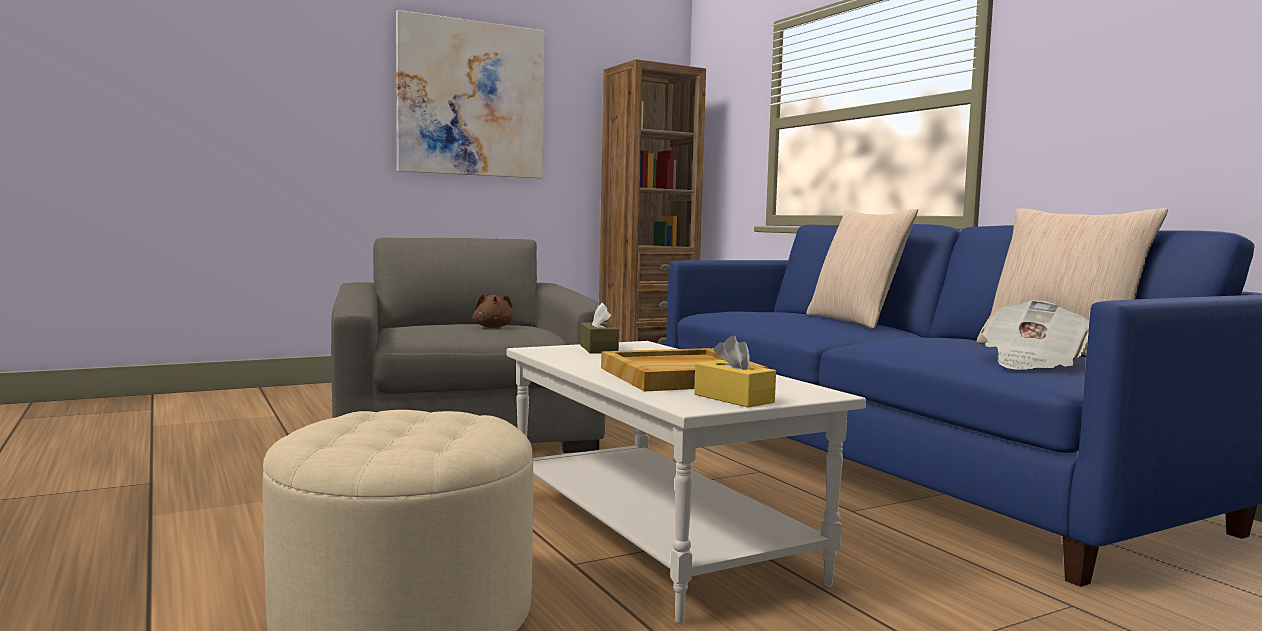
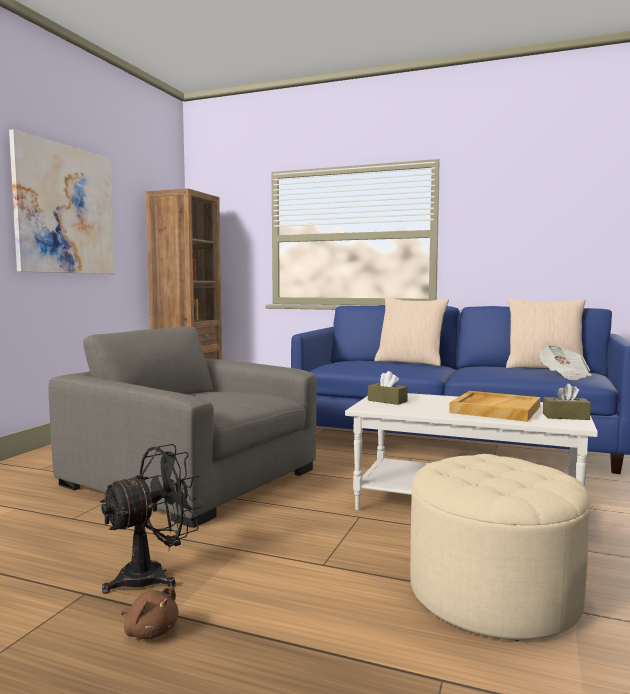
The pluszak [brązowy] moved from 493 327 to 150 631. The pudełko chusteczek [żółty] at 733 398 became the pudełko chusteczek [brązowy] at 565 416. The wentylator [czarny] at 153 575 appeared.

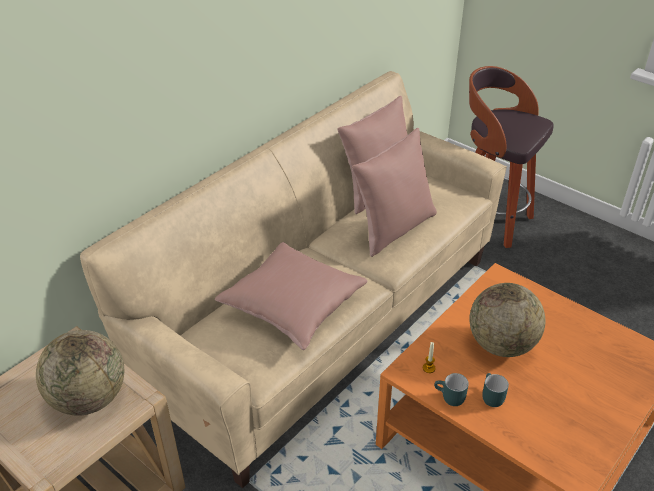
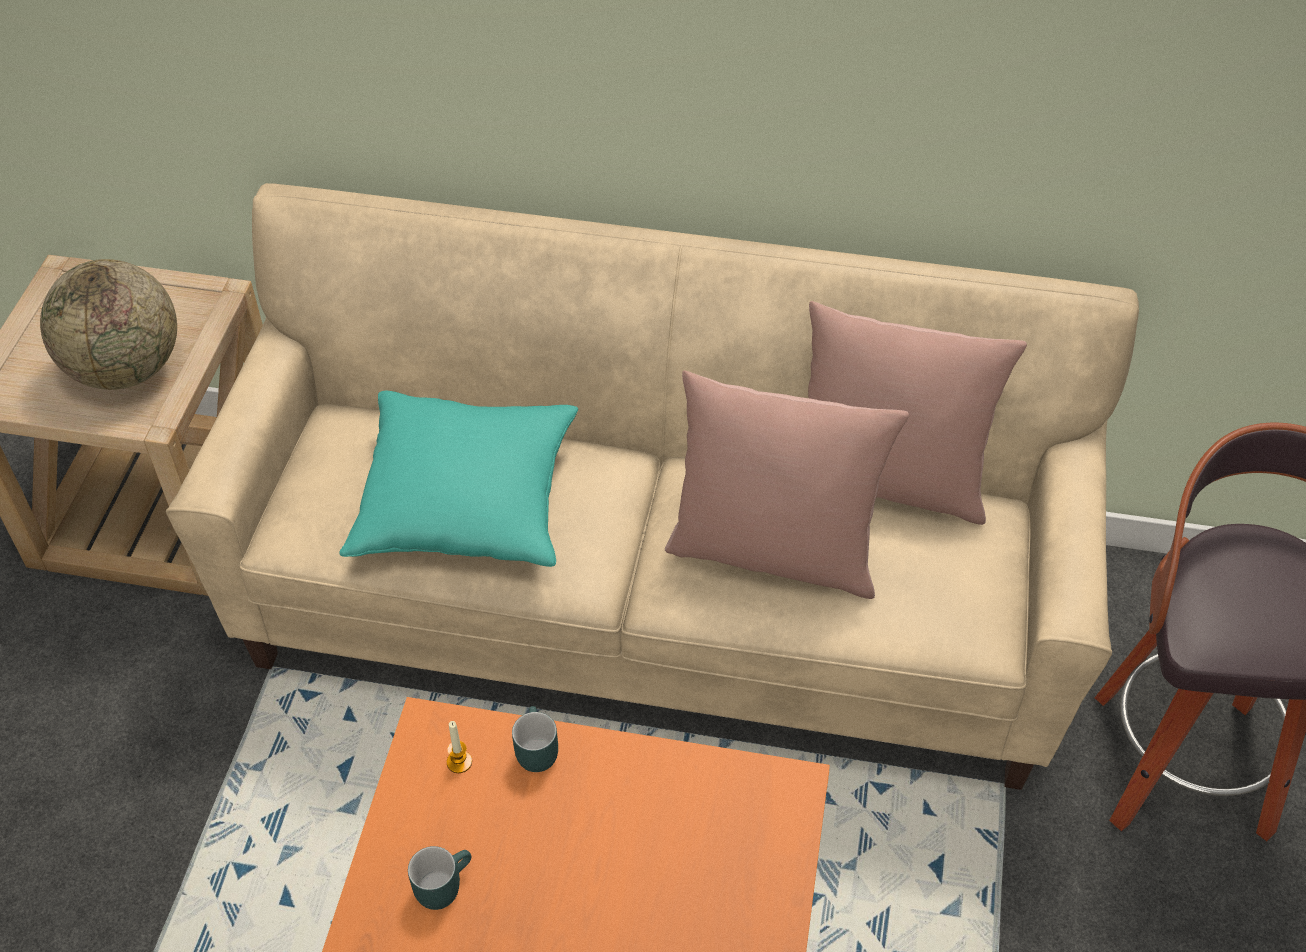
The poduszka [różowy] at 292 305 became the poduszka [turkusowy] at 466 500. The globus at 501 344 disappeared. The kubek [turkusowy] moved from 449 398 to 533 749.

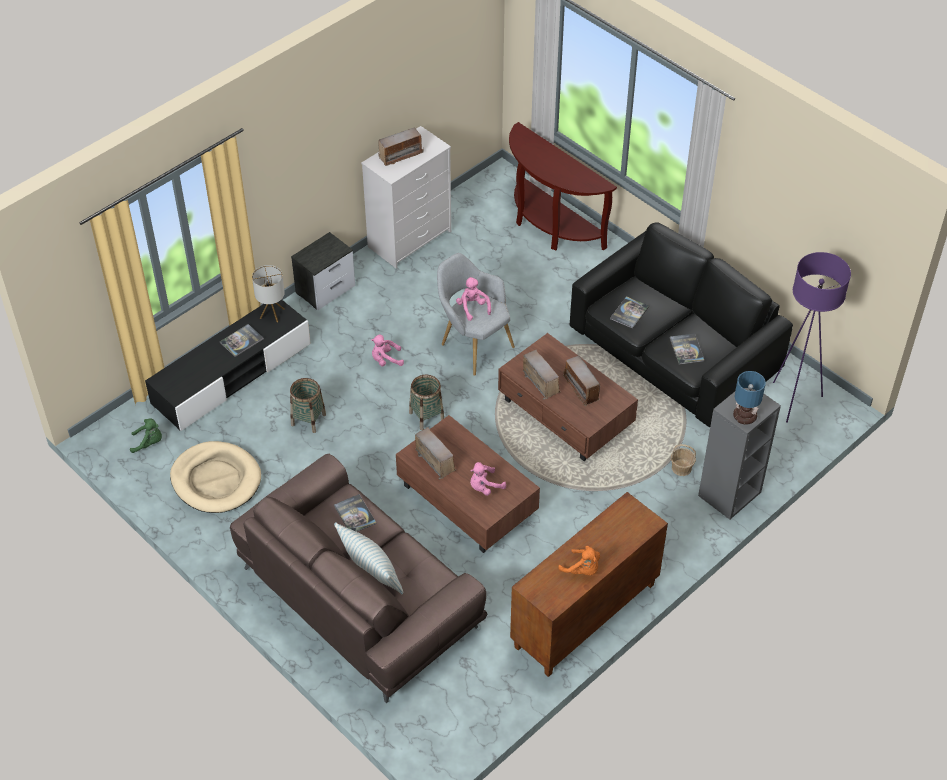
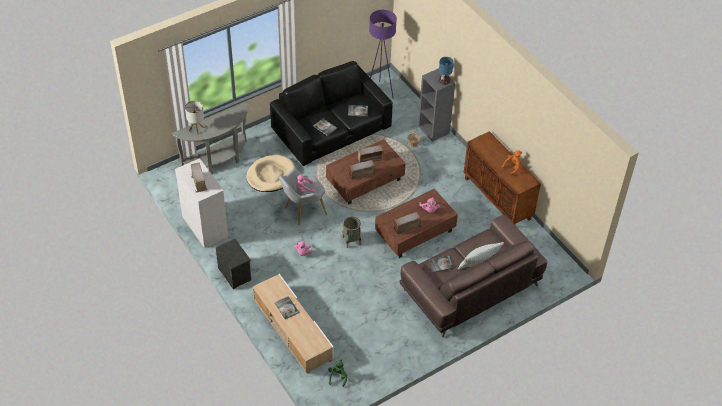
The stolik konsolowy [brązowy] at 550 226 became the stolik konsolowy [szary] at 218 160. The lampa stołowa moved from 272 313 to 196 129. The szafka pod telewizor [czarny] at 232 374 became the szafka pod telewizor [beżowy] at 292 329. The koszyk at 308 419 disappeared. The legowisko [beżowy] moved from 216 480 to 271 175.

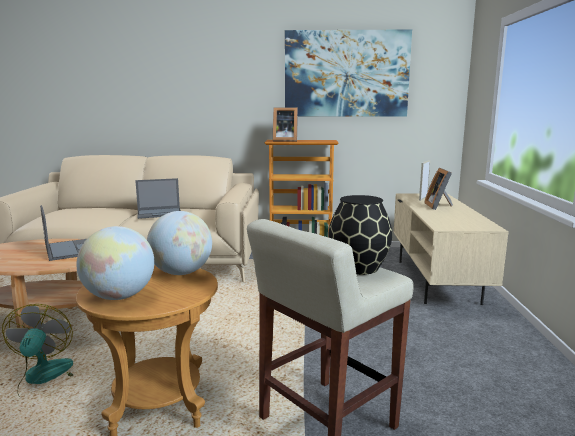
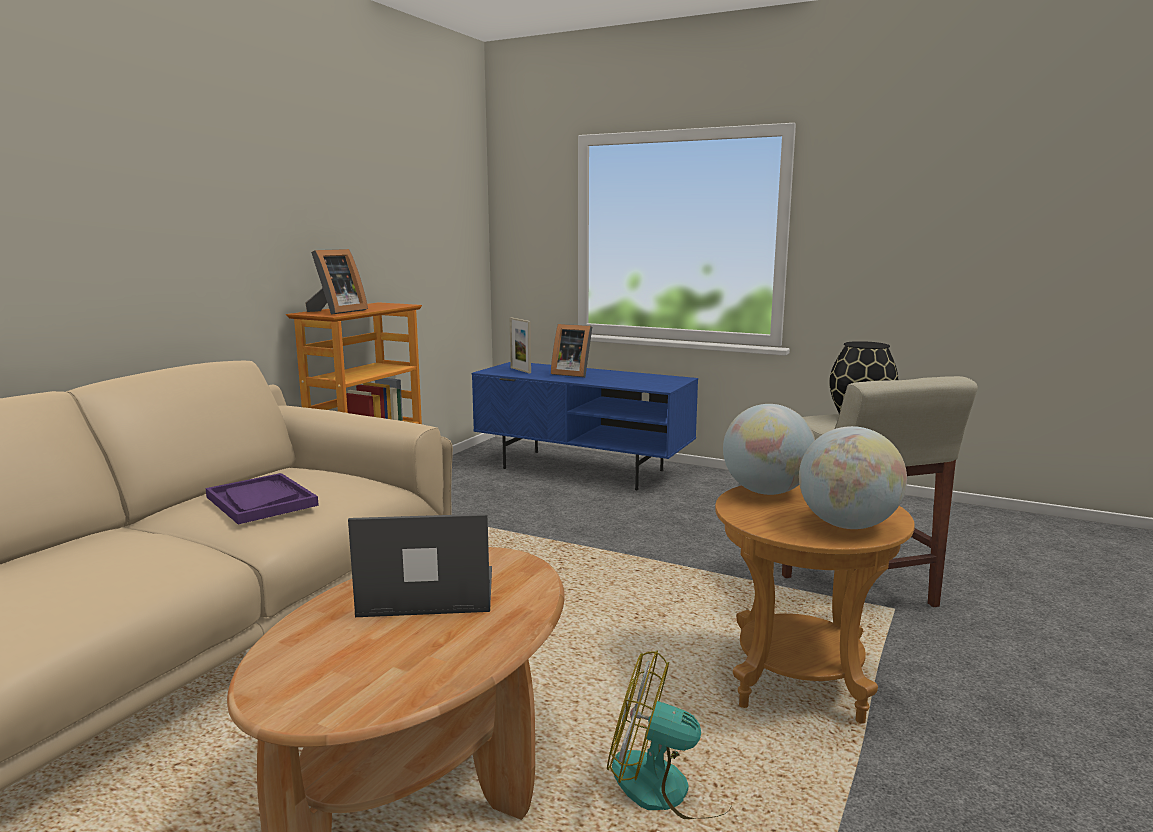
The obraz at 346 74 disappeared. The laptop at 160 213 was replaced by the taca [fioletowy] at 261 501. The szafka pod telewizor [beżowy] at 437 281 became the szafka pod telewizor [niebieski] at 584 469.

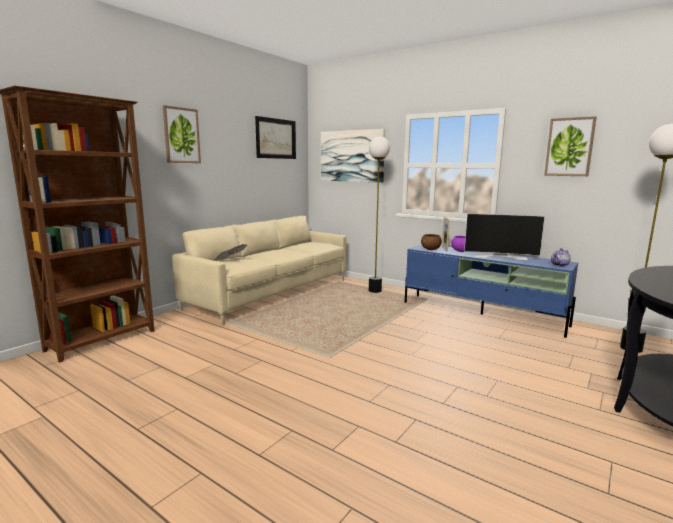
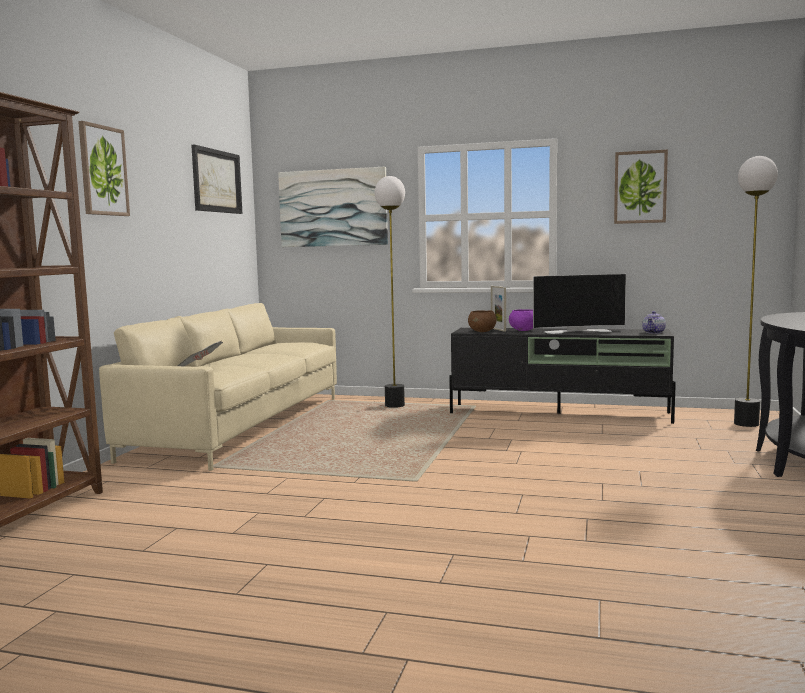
The szafka pod telewizor [niebieski] at 482 314 became the szafka pod telewizor [czarny] at 560 413.

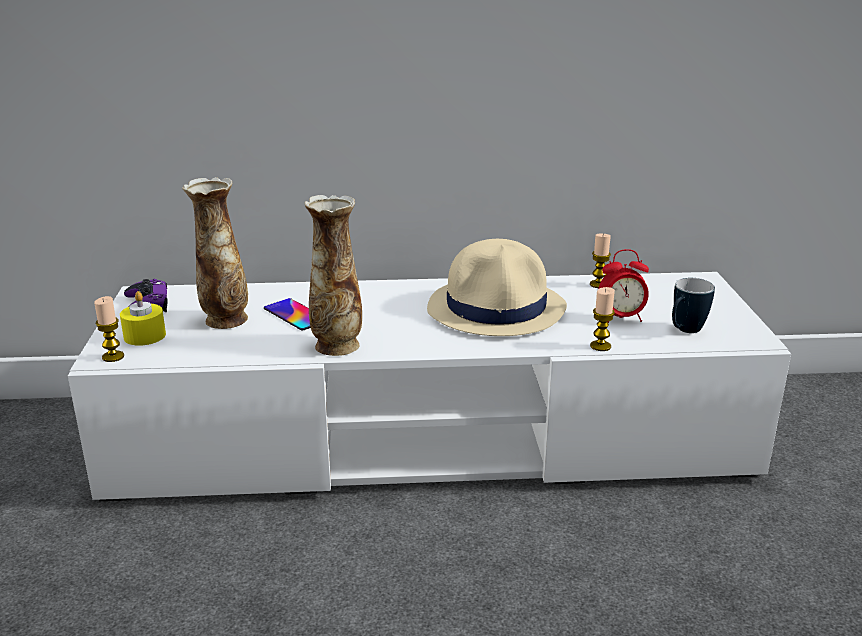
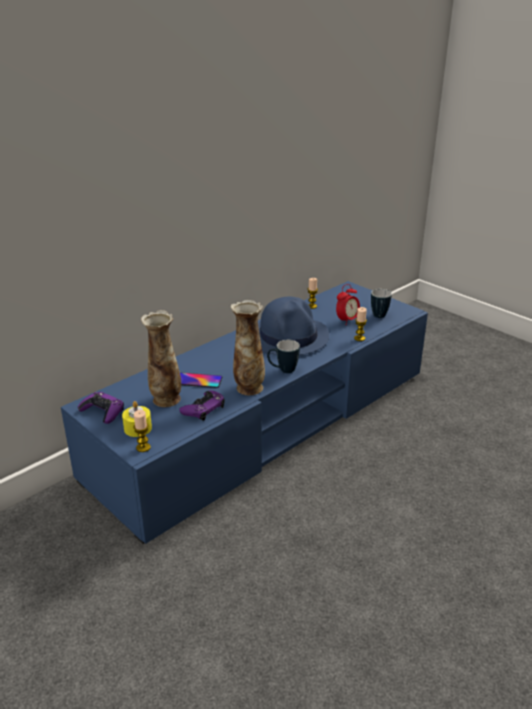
The kapelusz [beżowy] at 497 309 became the kapelusz [niebieski] at 289 337. The szafka pod telewizor [biały] at 431 439 became the szafka pod telewizor [niebieski] at 266 423. The kubek at 283 370 appeared. The pad do gier [fioletowy] at 203 409 appeared.

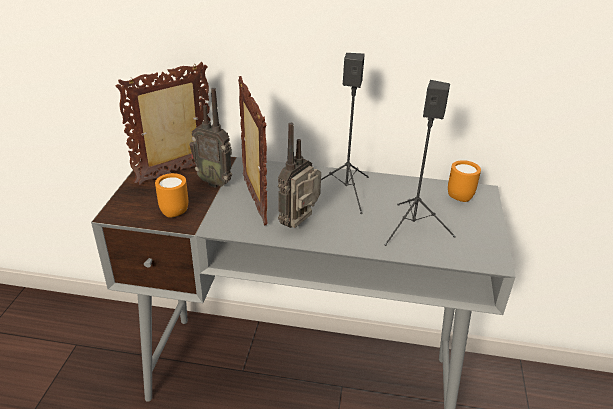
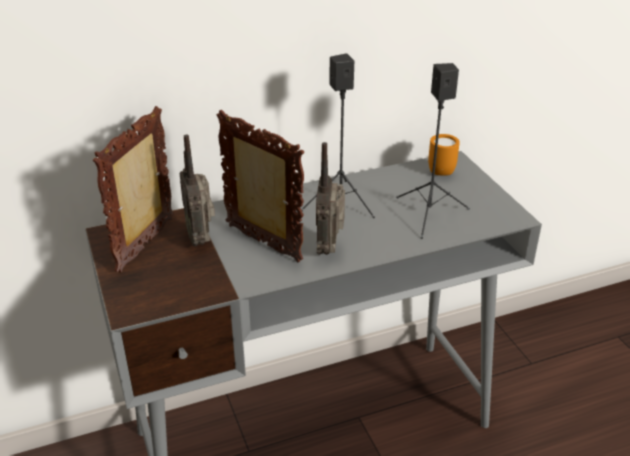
The radio at 215 181 turned 75 degrees clockwise. The kubek [pomarańczowy] at 172 210 disappeared.

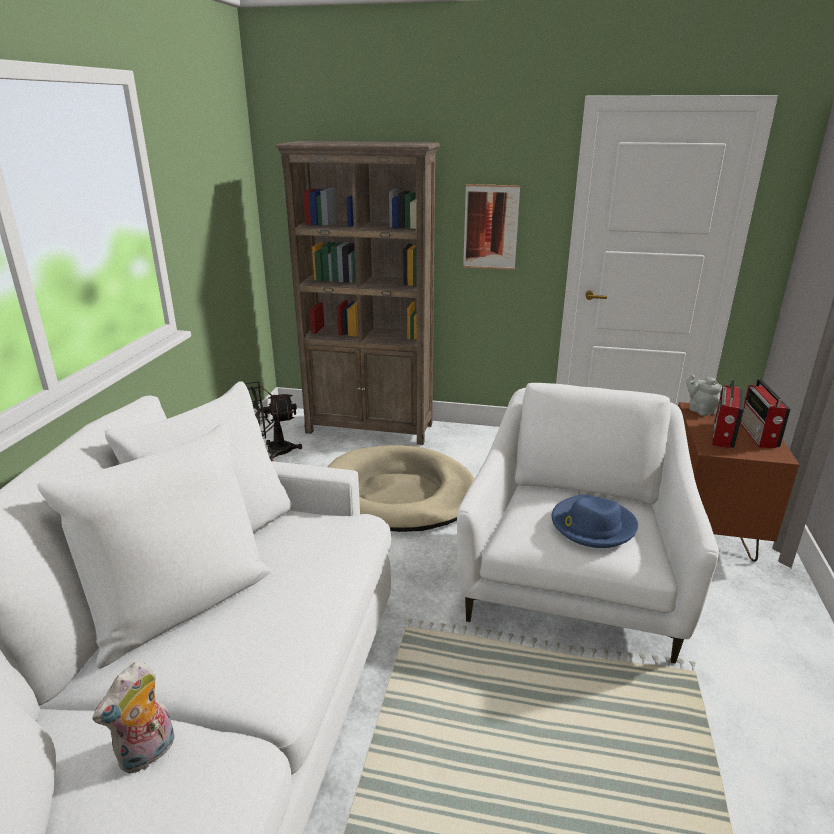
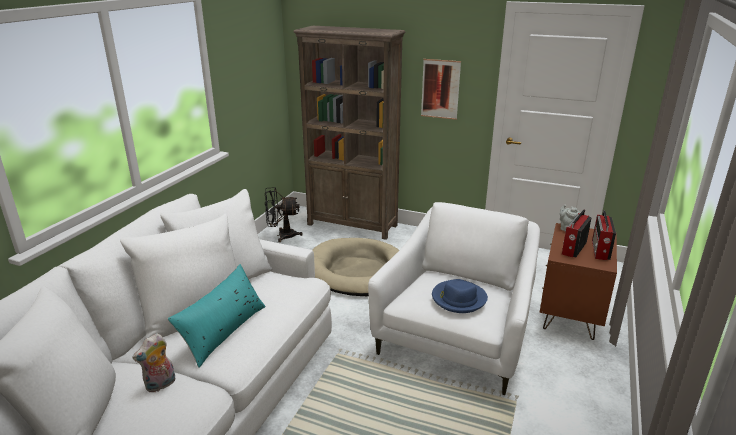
The poduszka [turkusowy] at 223 331 appeared.

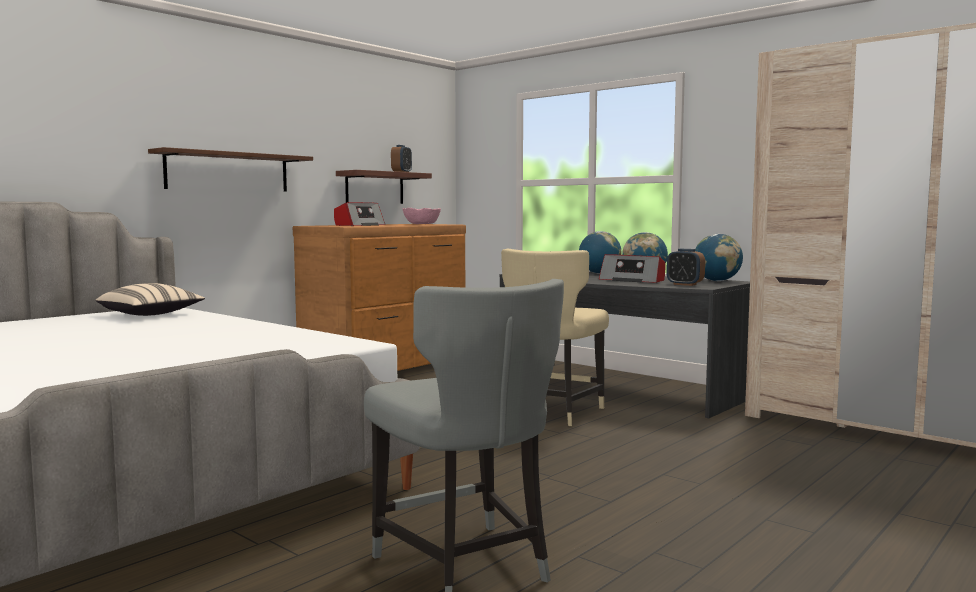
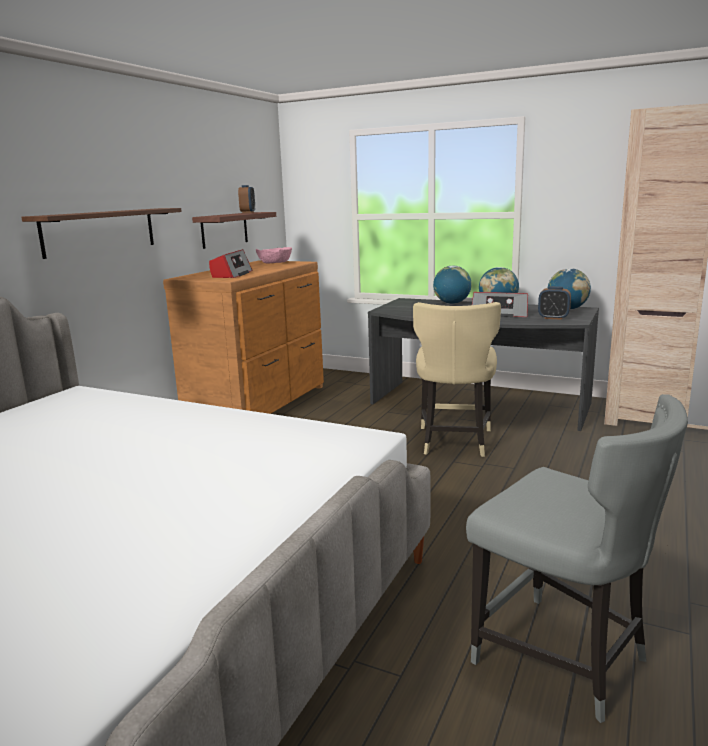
The poduszka [beżowy] at 151 315 disappeared.

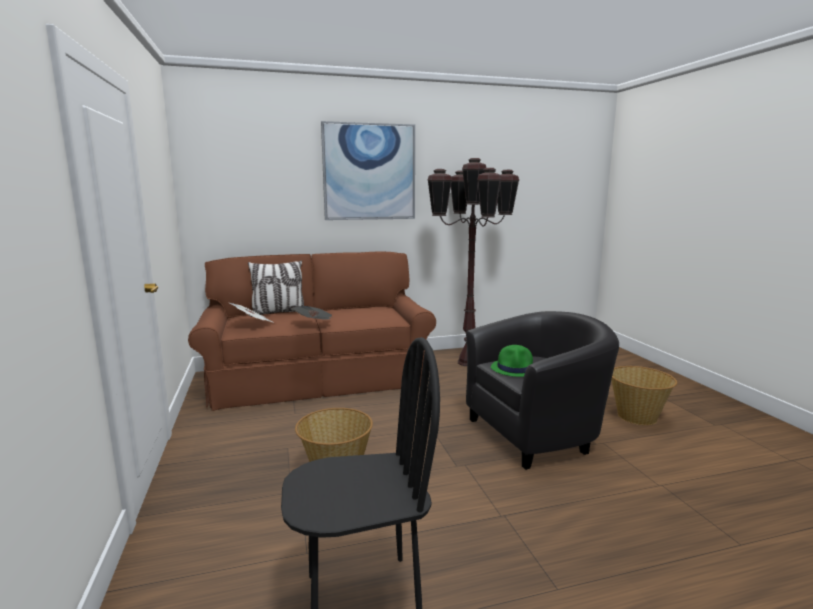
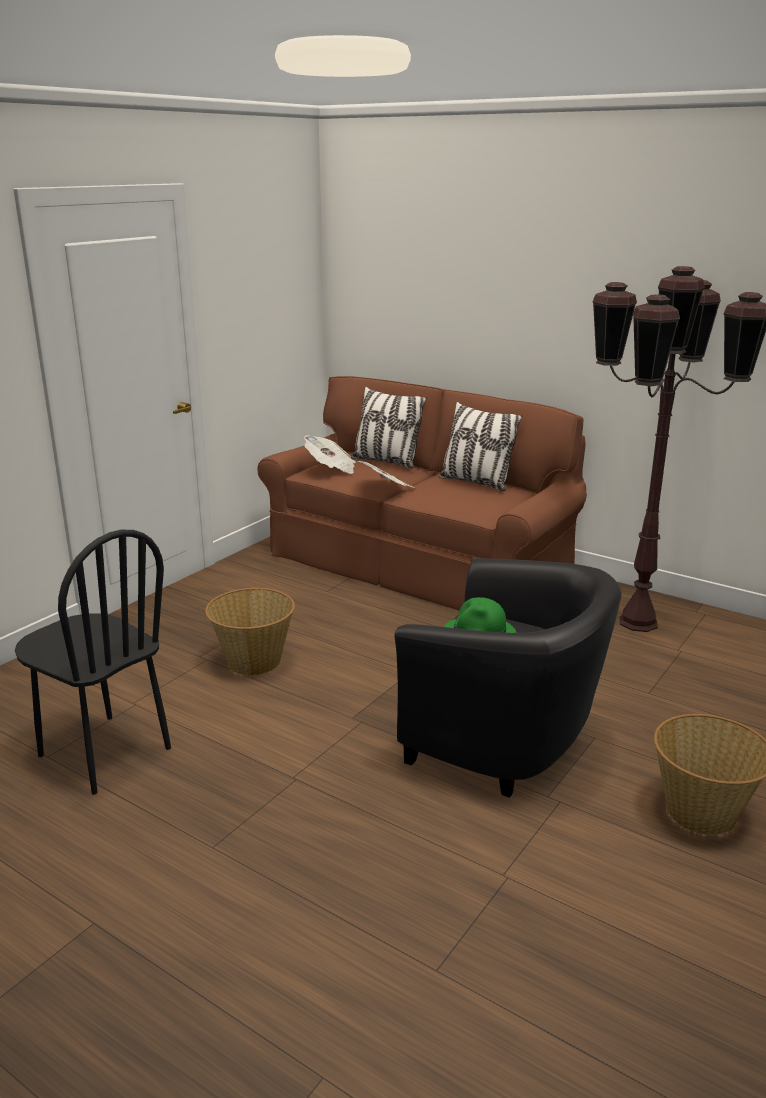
The obraz at 369 172 disappeared. The poduszka at 476 482 appeared.

